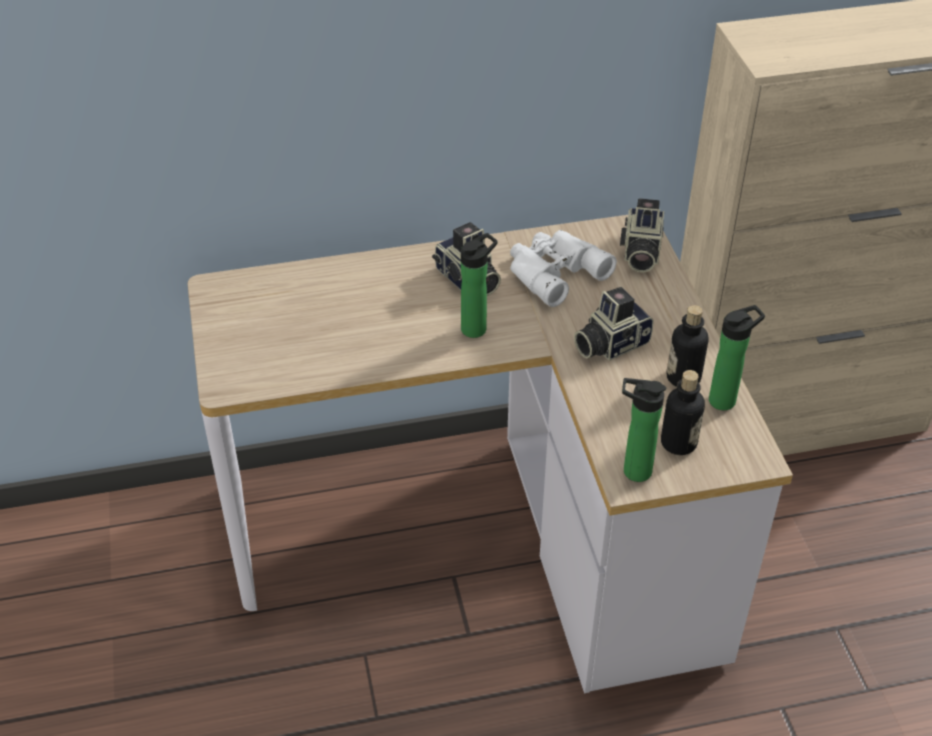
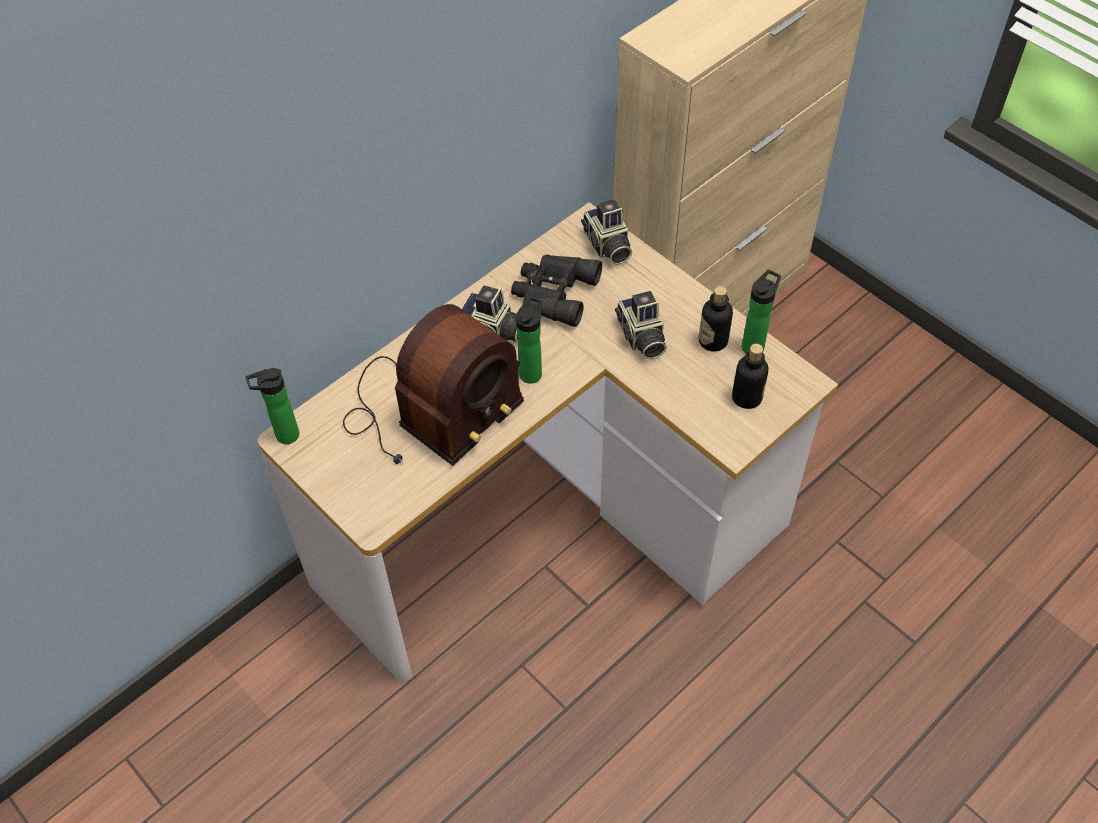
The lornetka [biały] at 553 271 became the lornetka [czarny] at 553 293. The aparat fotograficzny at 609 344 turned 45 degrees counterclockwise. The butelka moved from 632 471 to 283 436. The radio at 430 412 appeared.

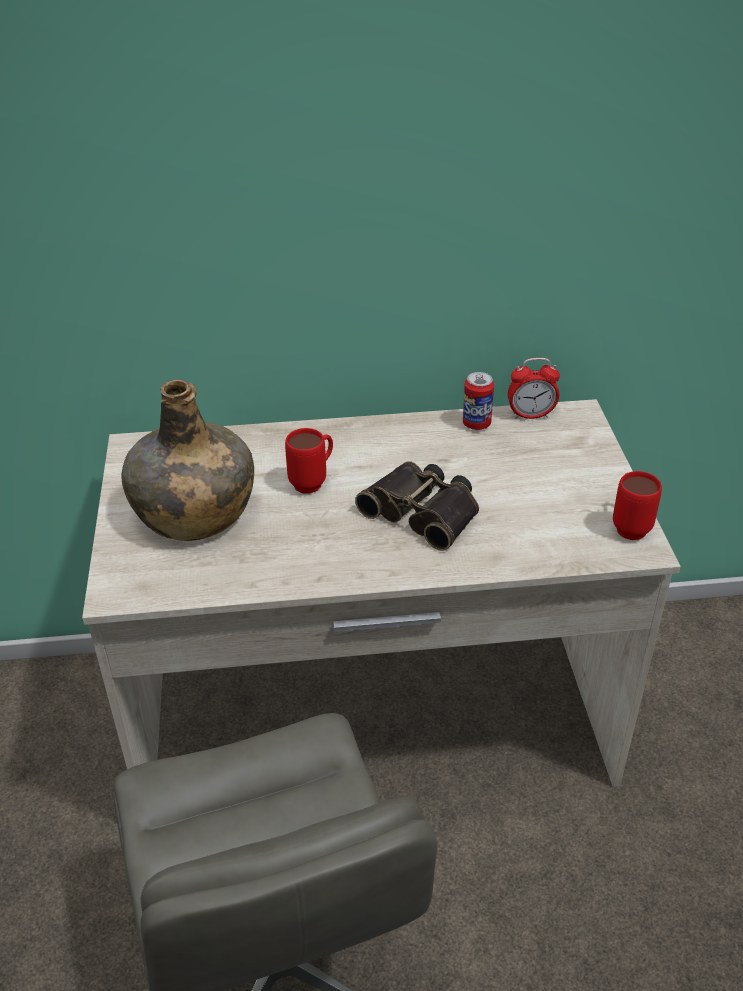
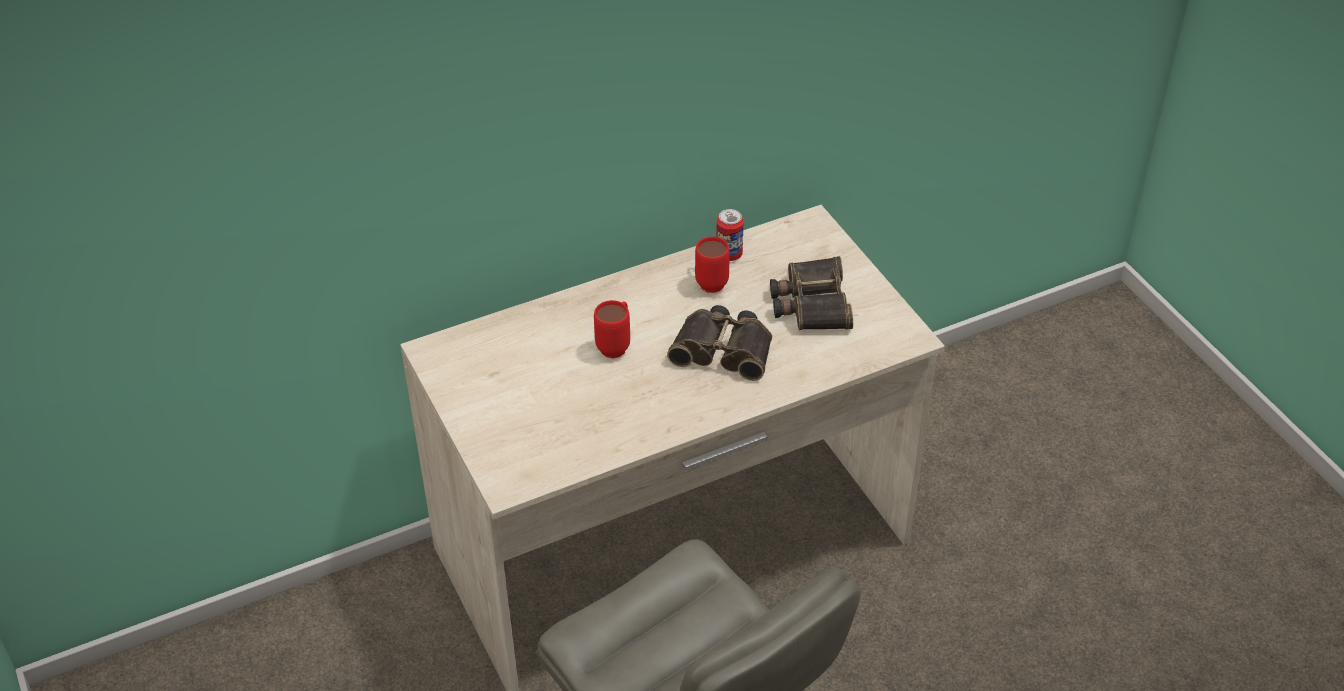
The budzik at 530 415 disappeared. The butelka [zielony] at 193 512 disappeared. The kubek [czerwony] moved from 630 525 to 709 280. The lornetka at 810 303 appeared.

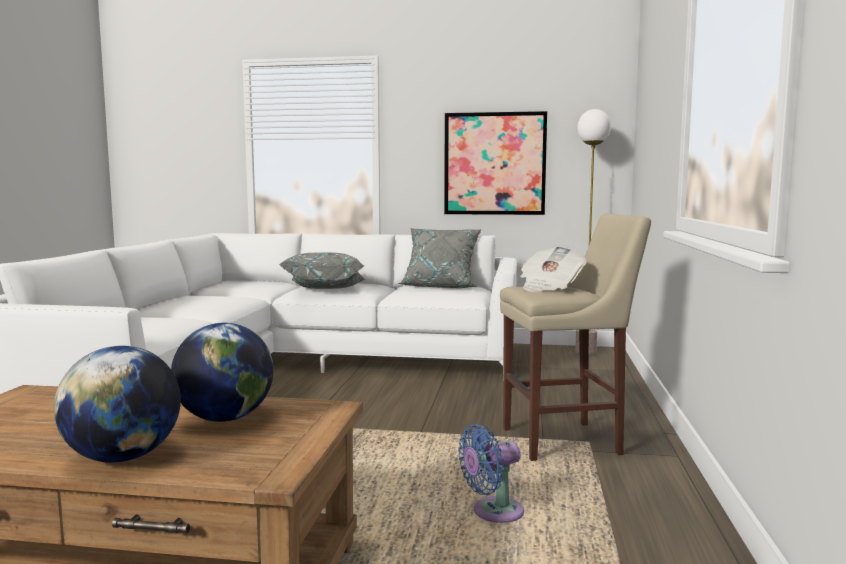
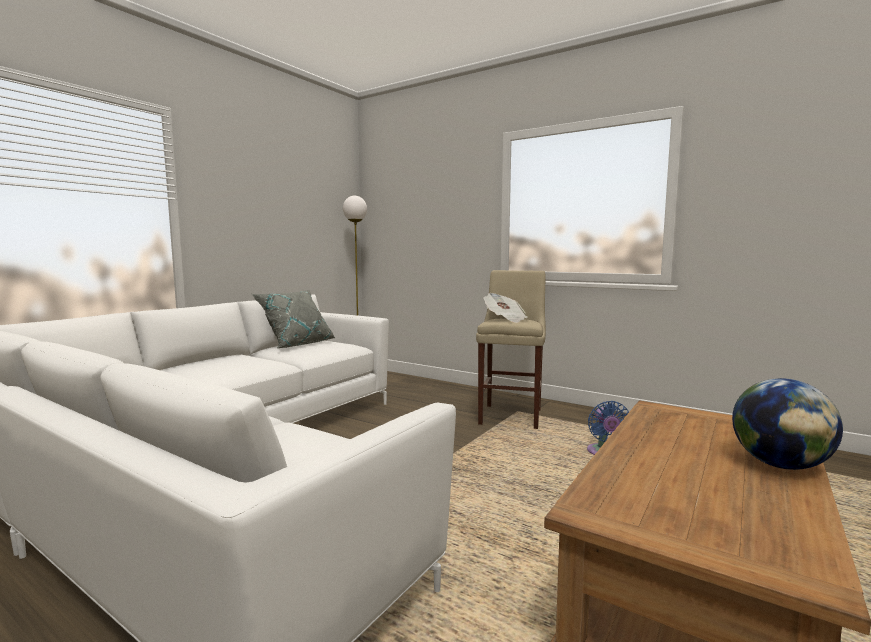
The obraz at 494 164 disappeared. The poduszka [szary] at 325 290 disappeared. The globus at 225 418 disappeared.

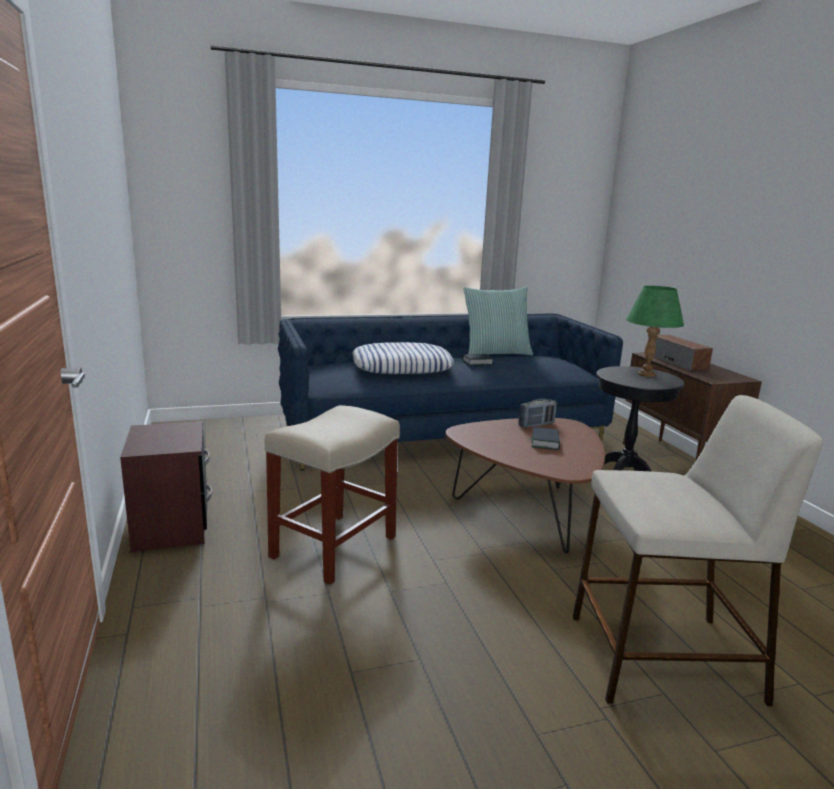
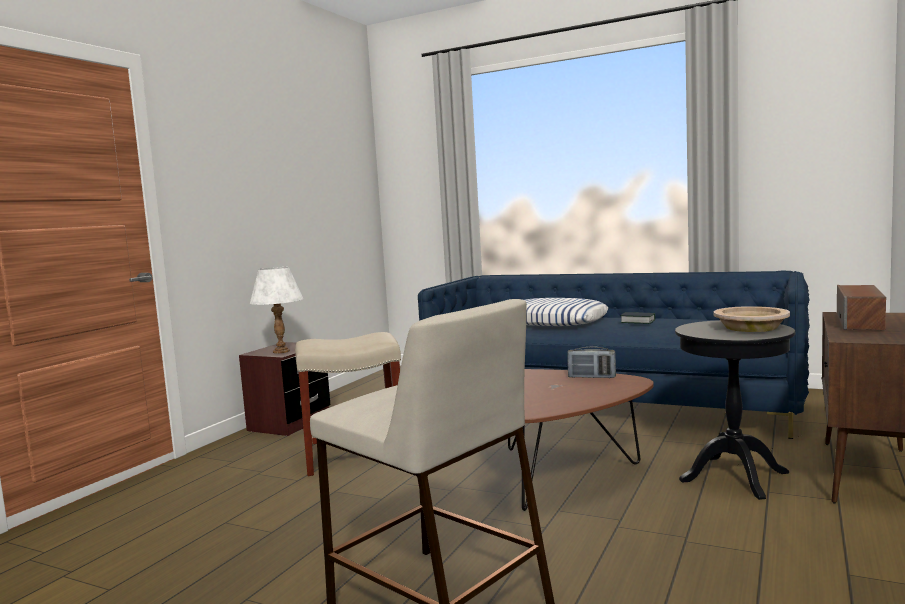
The lampa stołowa [zielony] at 646 374 was replaced by the miska [beżowy] at 751 327. The poduszka at 495 353 disappeared. The książka at 545 442 disappeared. The lampa stołowa [biały] at 281 351 appeared.

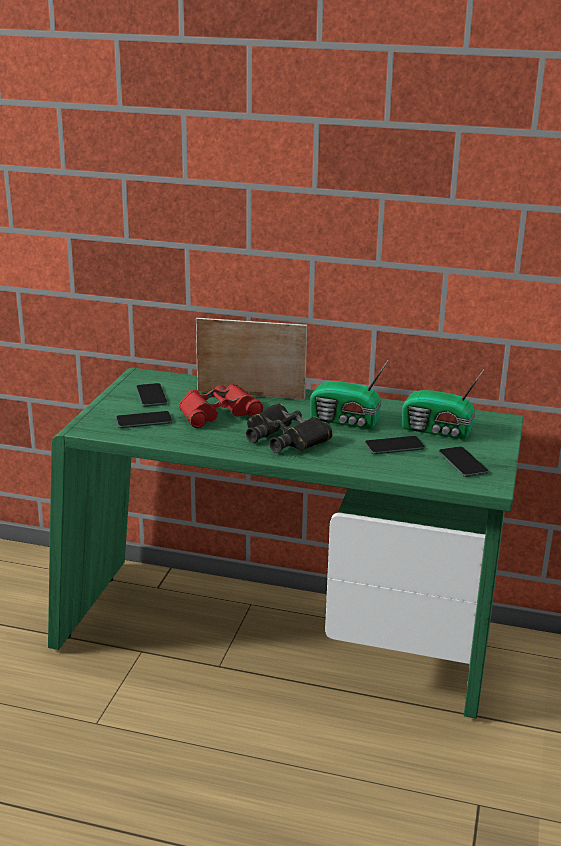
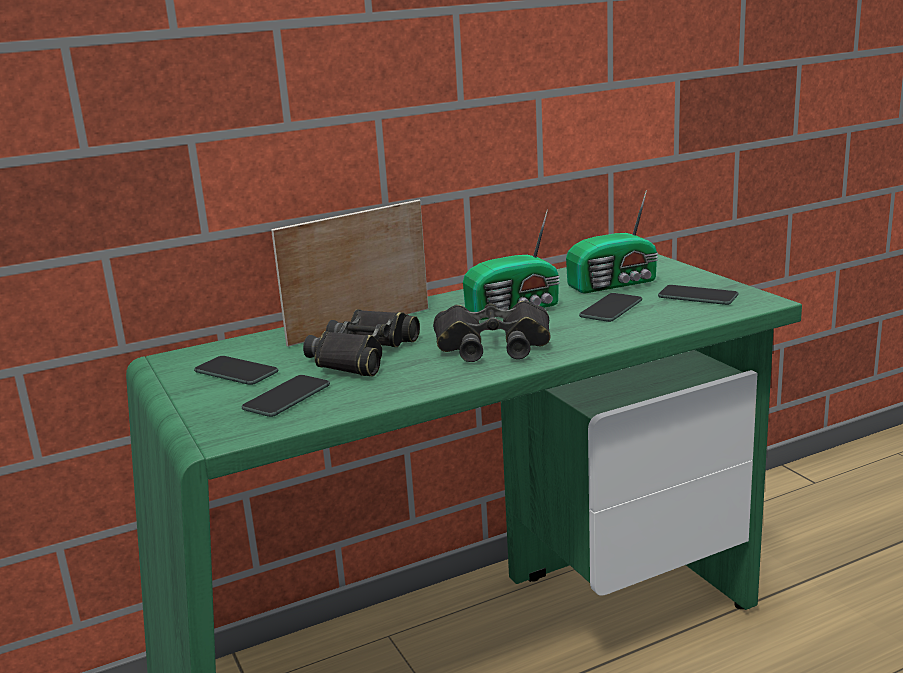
The lornetka [czerwony] at 218 413 became the lornetka [czarny] at 363 354.

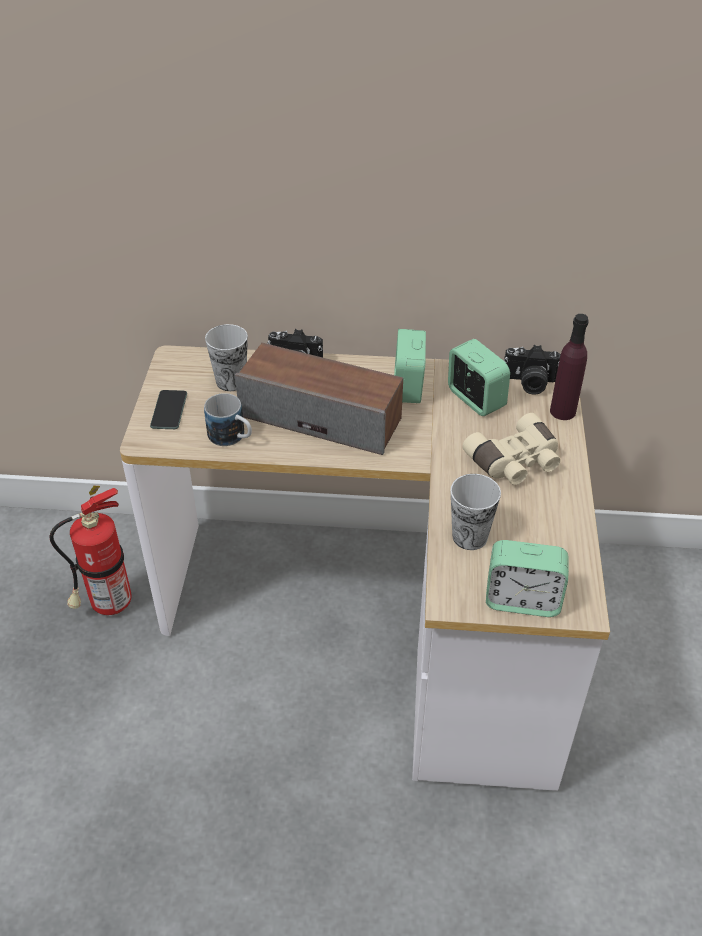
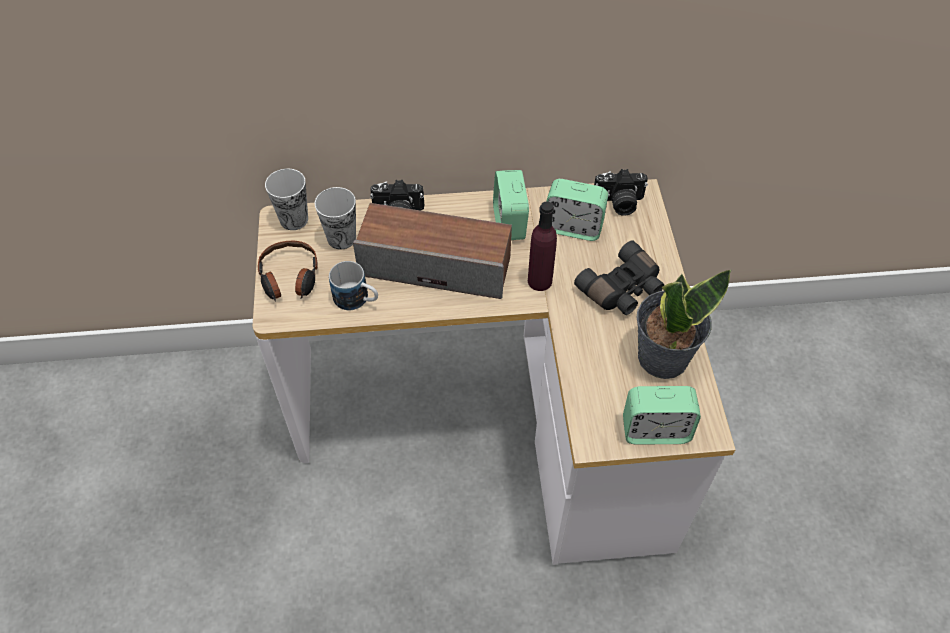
The butelka [fioletowy] moved from 562 411 to 539 281. The budzik at 475 399 turned 150 degrees clockwise. The telefon at 169 410 was replaced by the słuchawki at 289 278. The lornetka [beżowy] at 515 462 became the lornetka [czarny] at 622 290. The filiżanka moved from 469 536 to 294 219. The gaśnica at 107 606 disappeared. The roślina doniczkowa at 662 356 appeared.

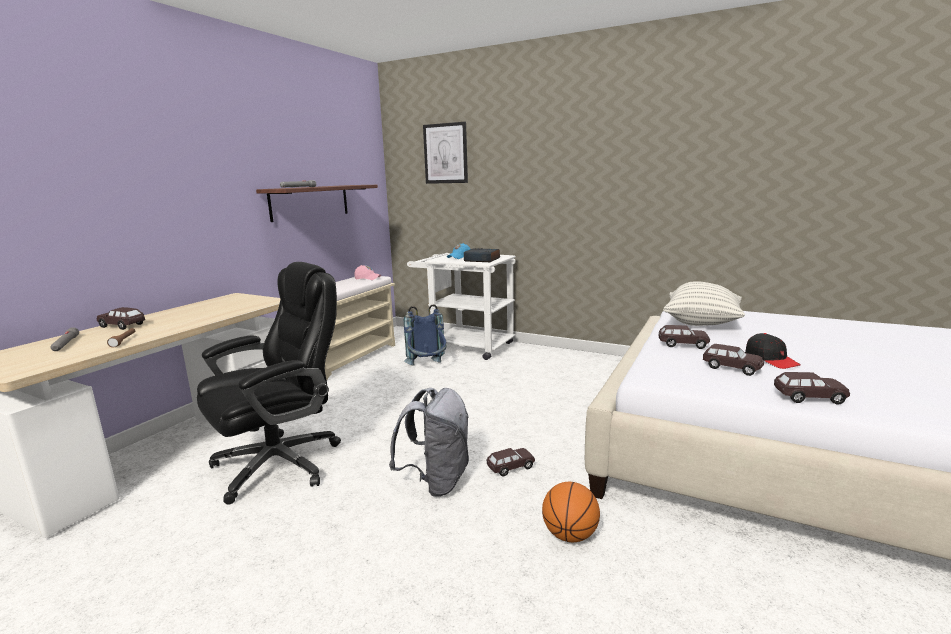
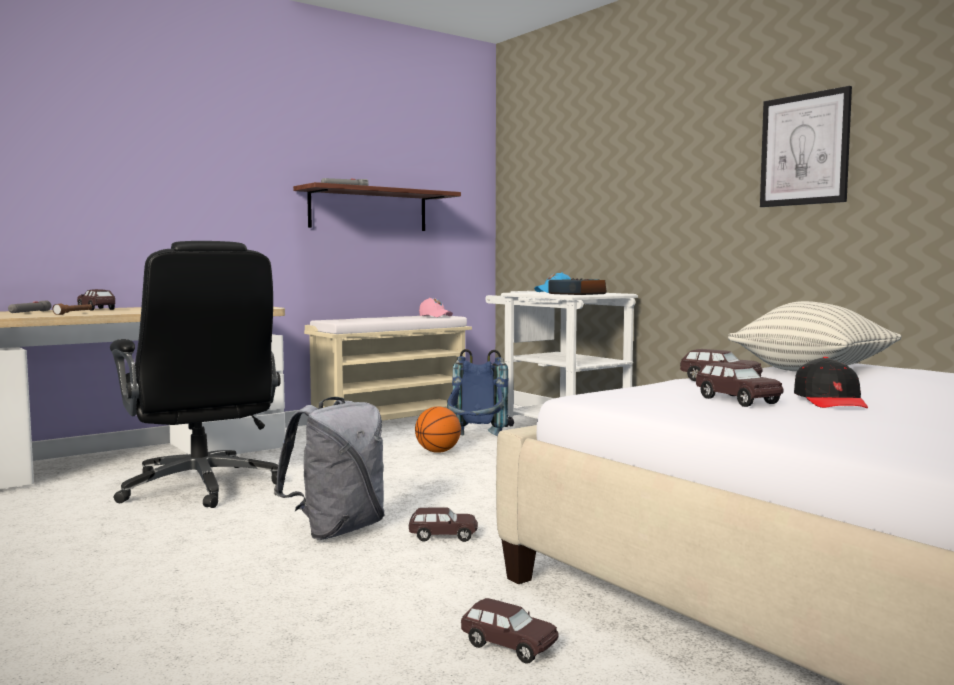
The obraz moved from 445 153 to 804 149. The krzesło biurowe [czarny] at 281 463 turned 75 degrees clockwise. The samochodzik [brązowy] moved from 809 397 to 509 646. The piłka do koszykówki moved from 570 535 to 438 451.

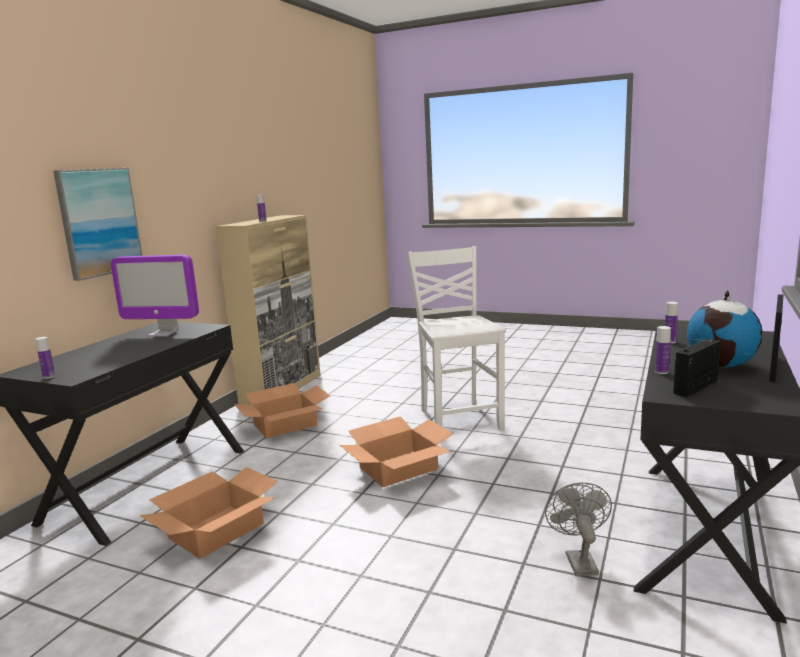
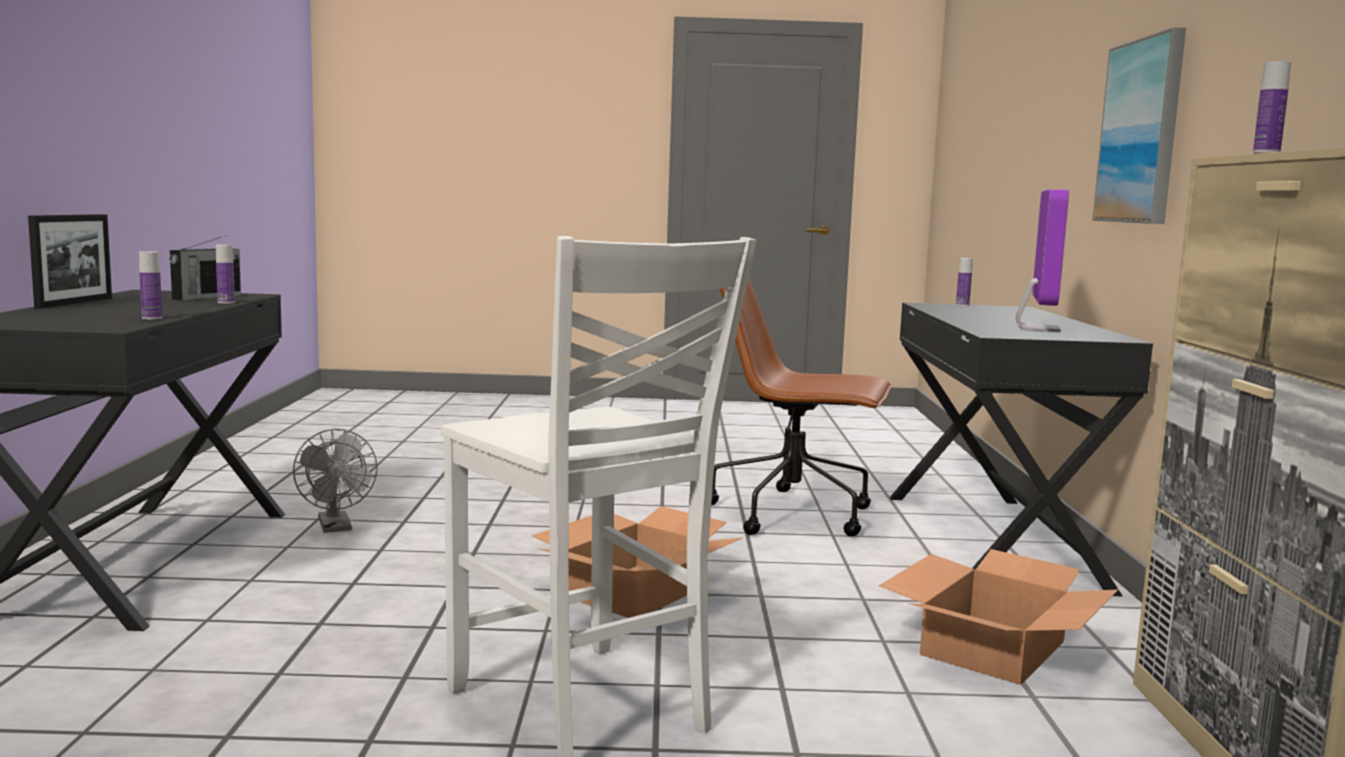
The monitor at 163 333 turned 120 degrees clockwise. The globus at 722 365 disappeared. The karton at 216 531 was replaced by the krzesło biurowe [brązowy] at 794 514.

